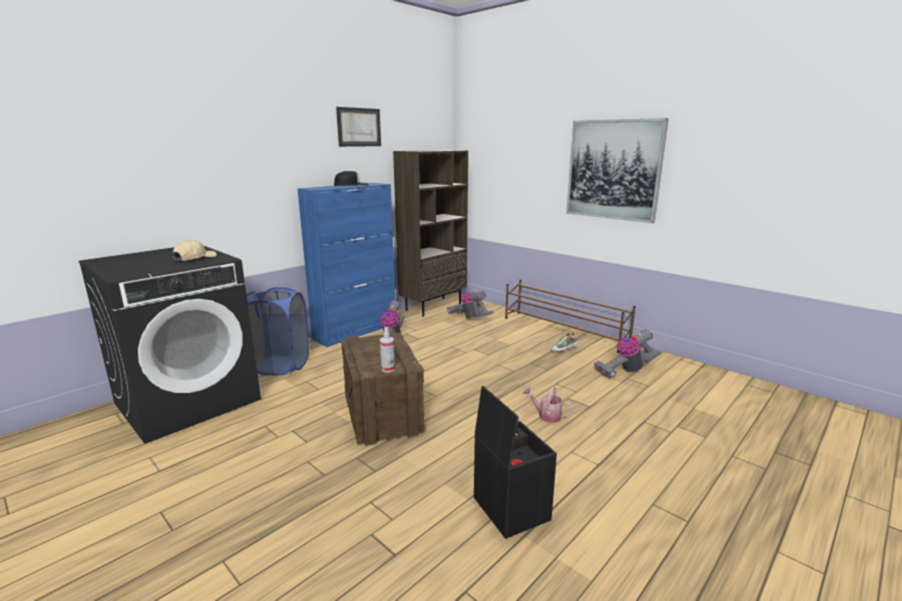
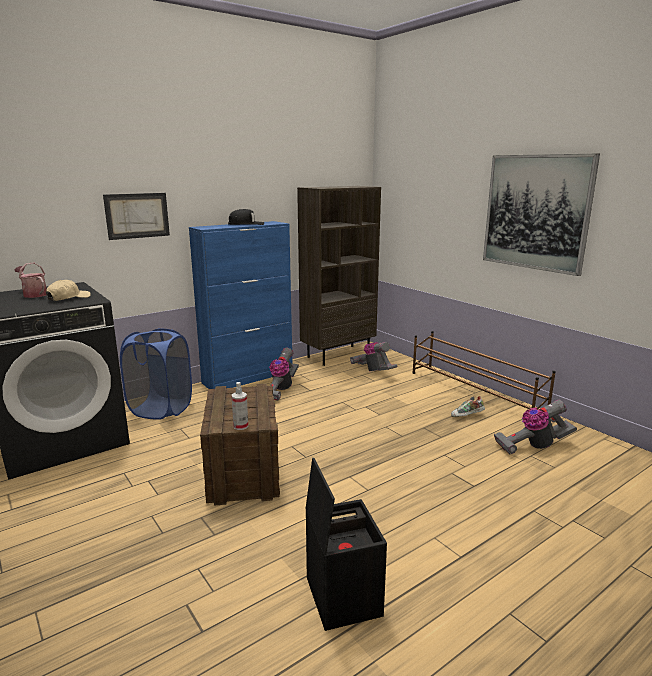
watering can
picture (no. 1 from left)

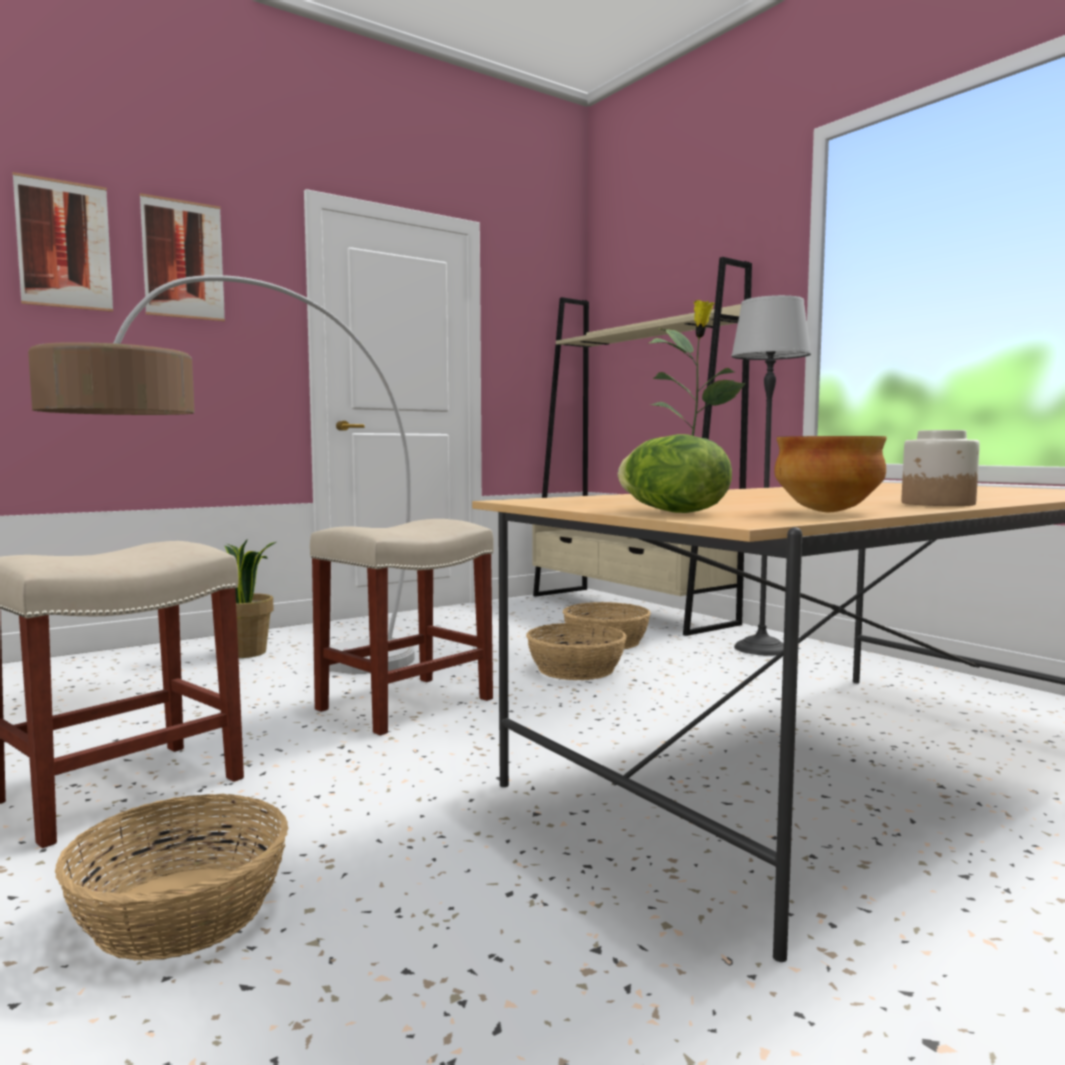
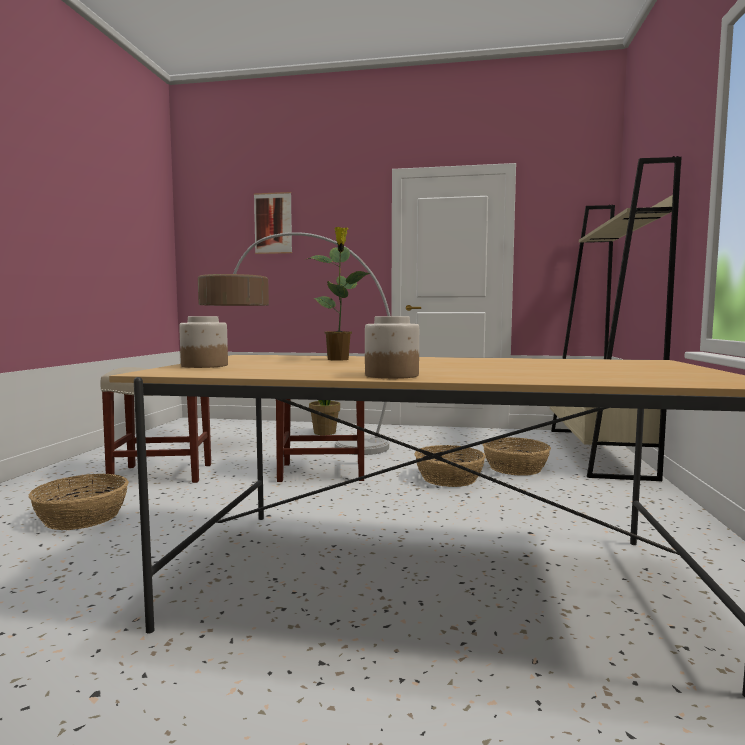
jar (no. 1 from left)
picture (no. 2 from left in the first image)
floor lamp (no. 2 from left in the first image)
bowl

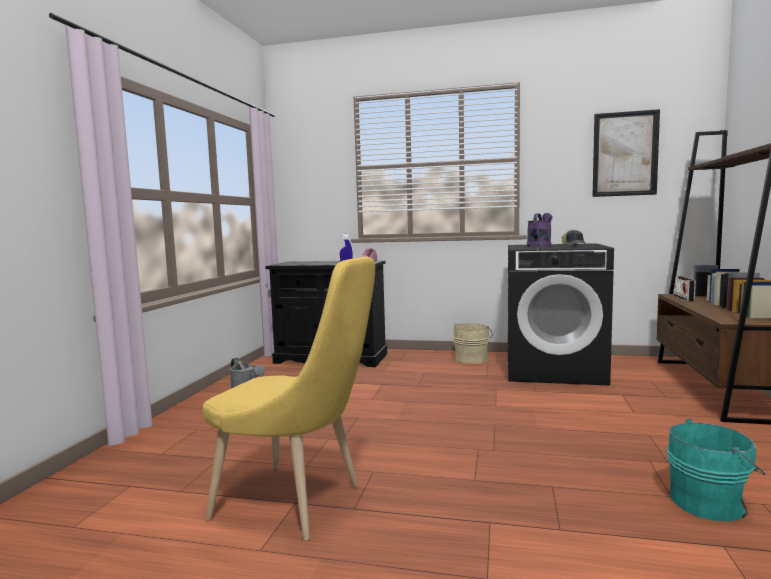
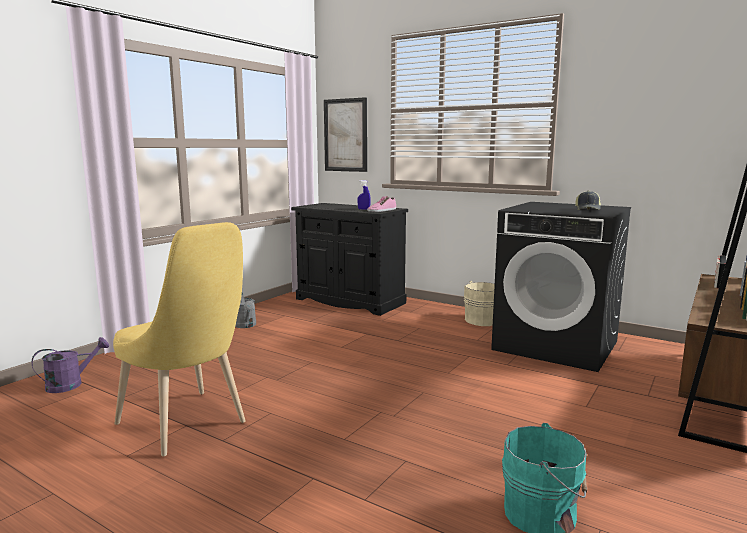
purple watering can
picture

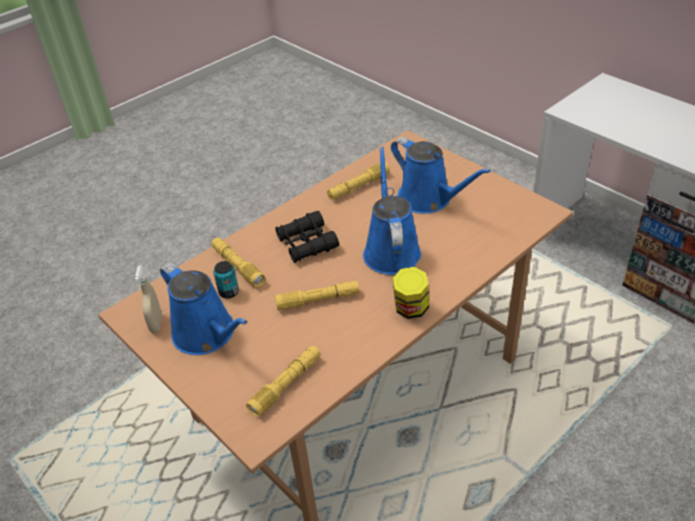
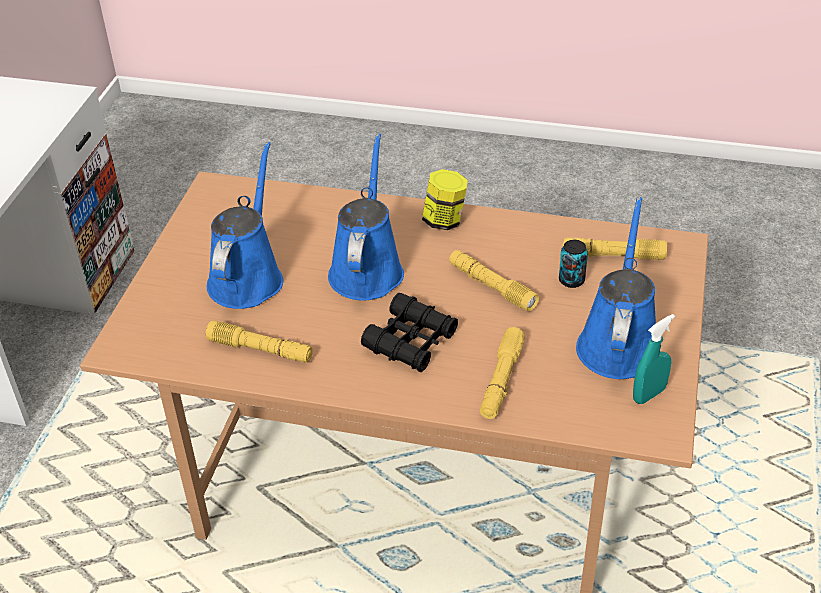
blue watering can (no. 2 from left)
can
turquoise spray bottle

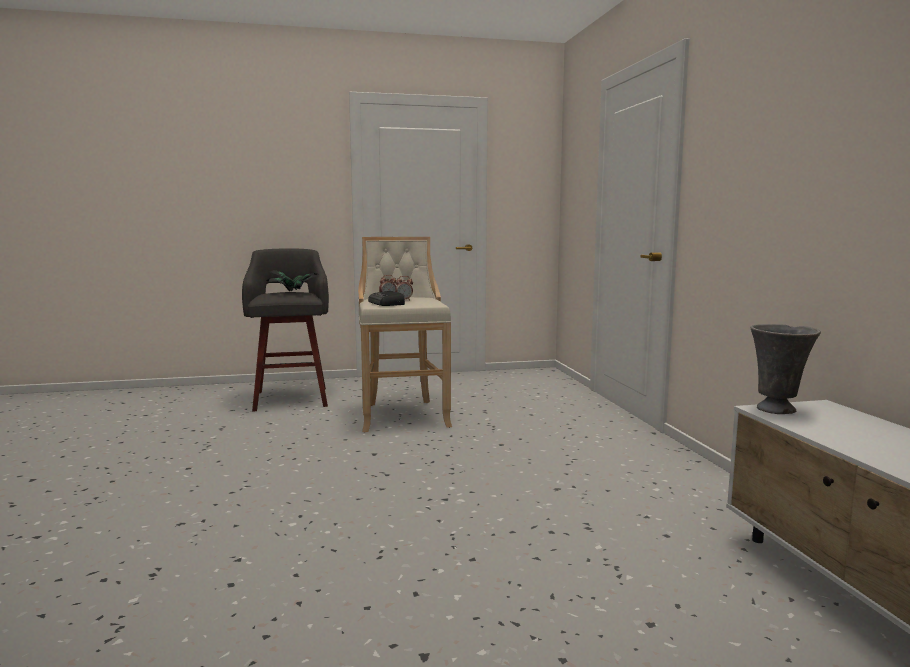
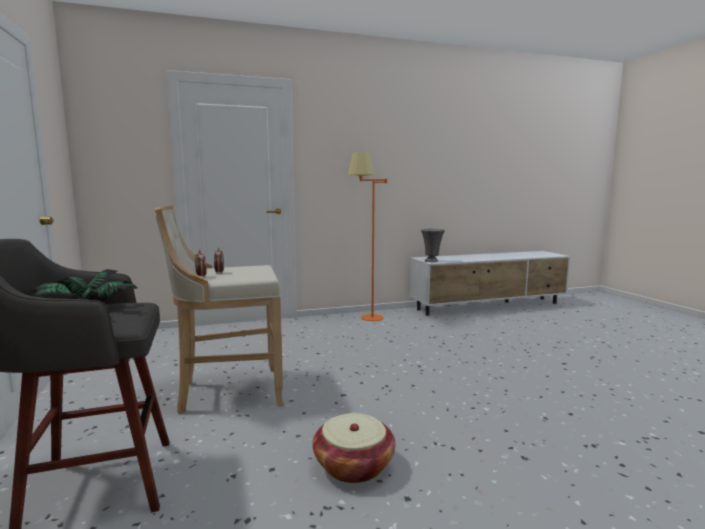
basket
orange floor lamp
radio

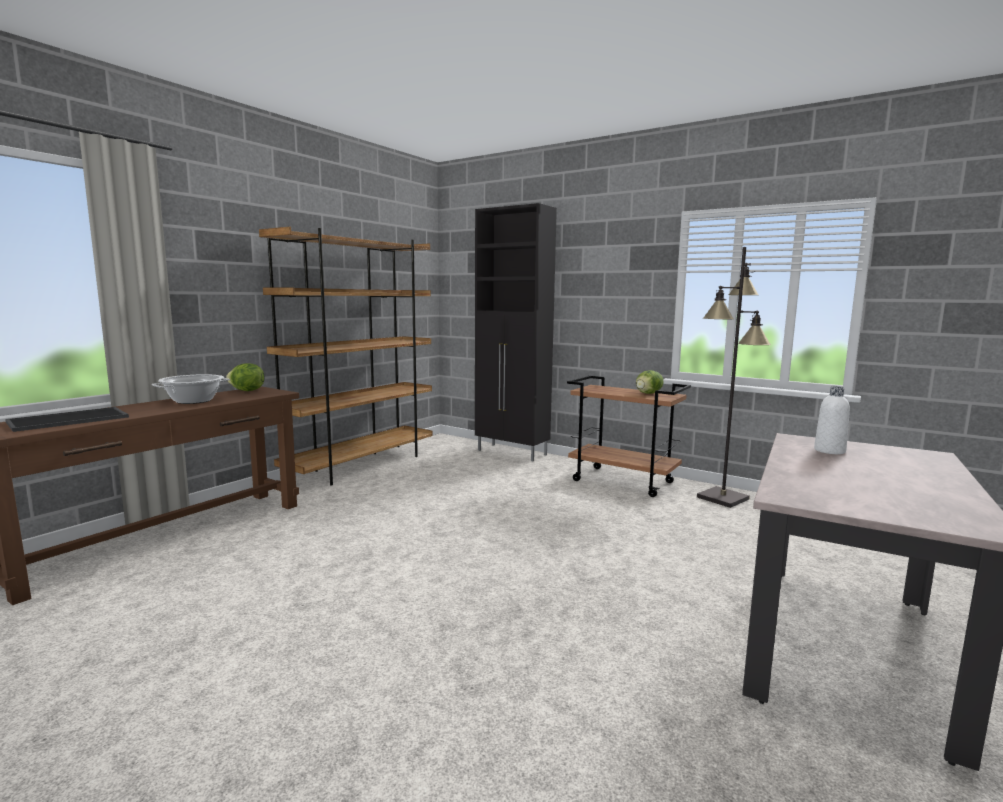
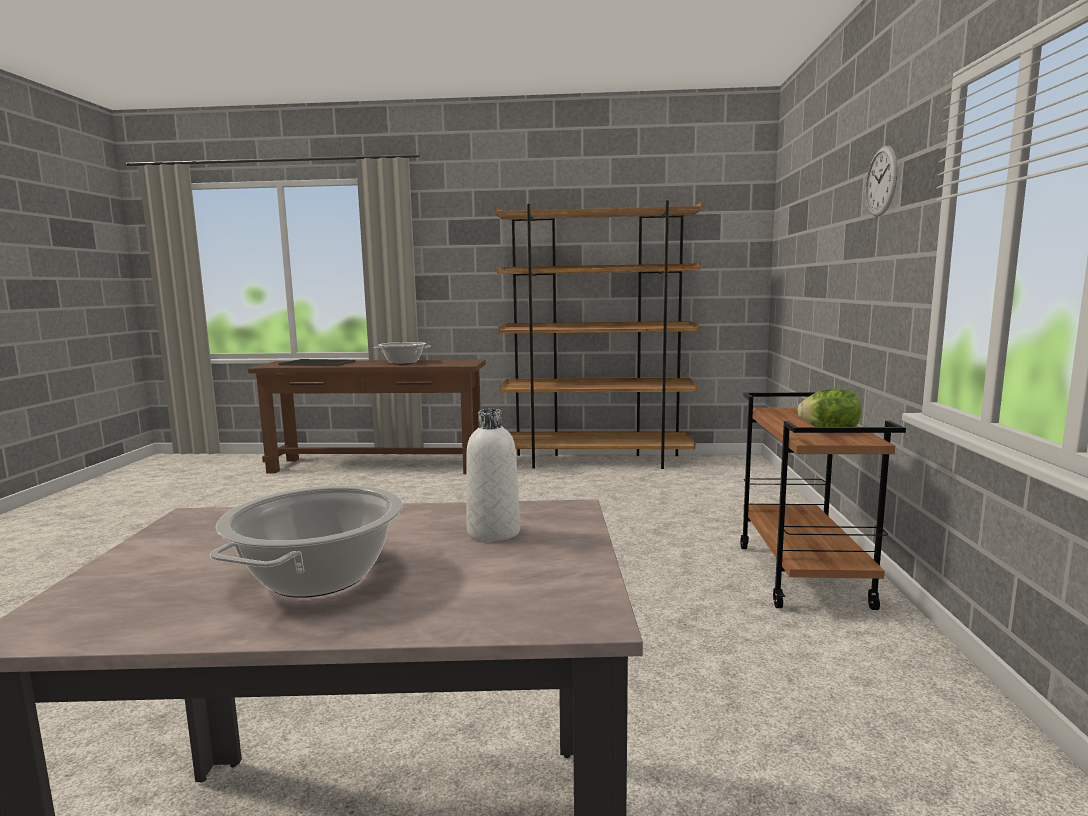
cooking pot (no. 1 from left)
wall clock
lettuce (no. 1 from left in the first image)
black cabinet
black floor lamp

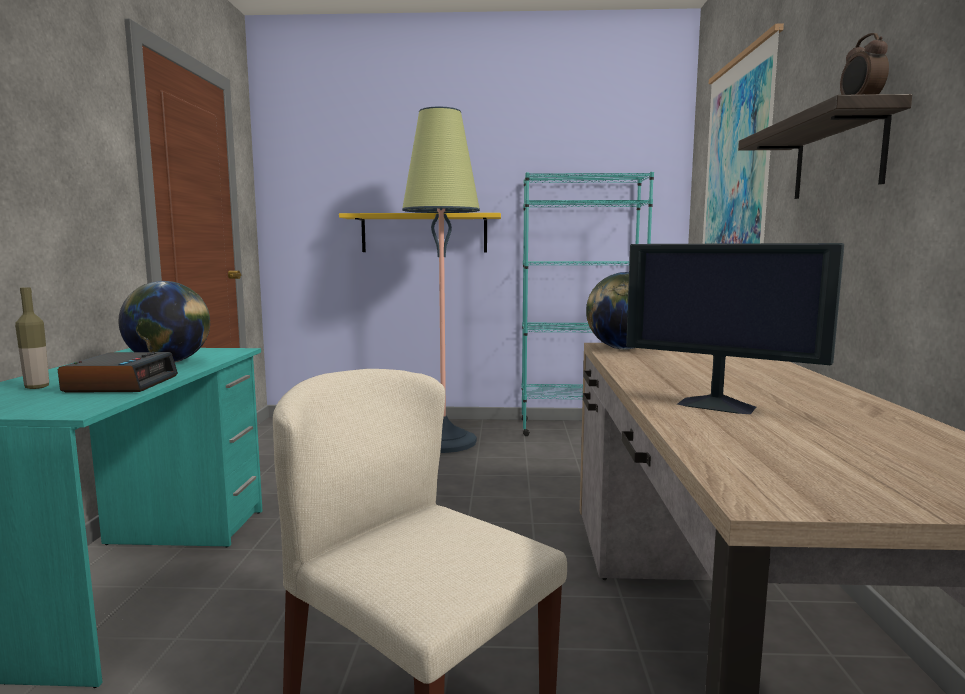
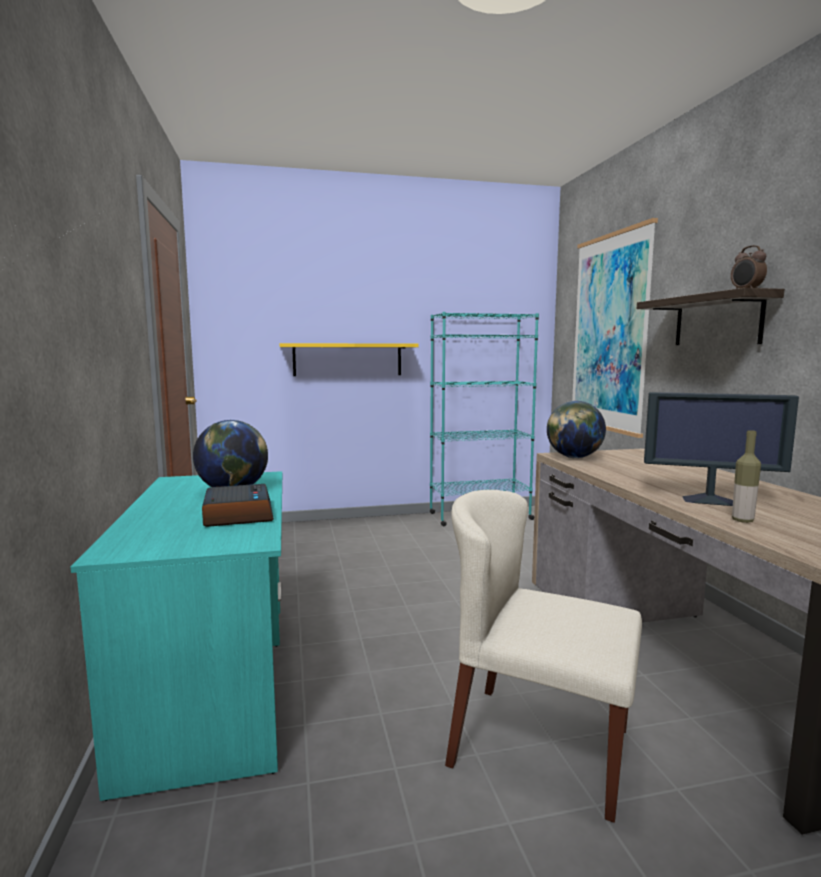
bottle
floor lamp

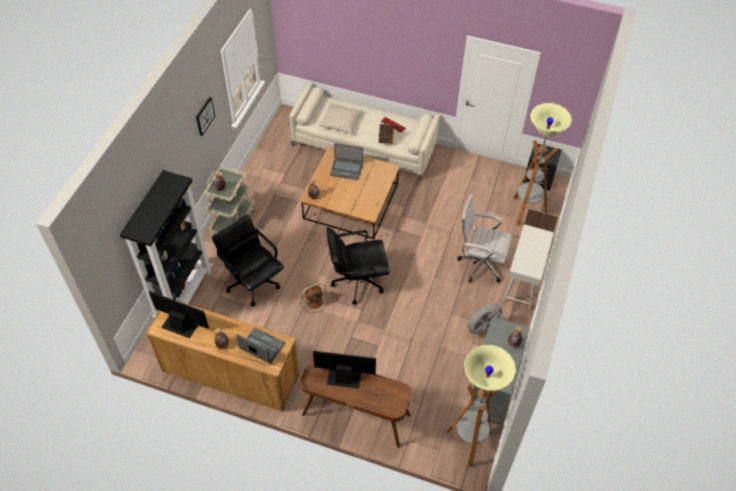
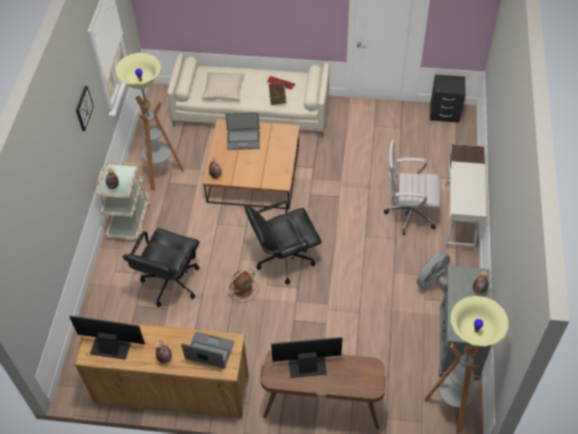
floor lamp (no. 1 from left)
black office chair (no. 1 from left)
black bookcase

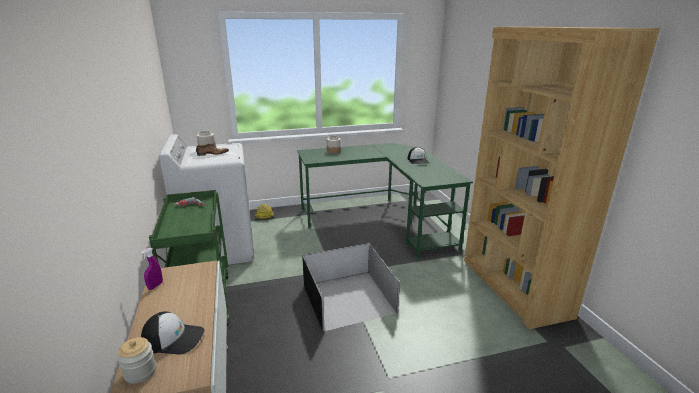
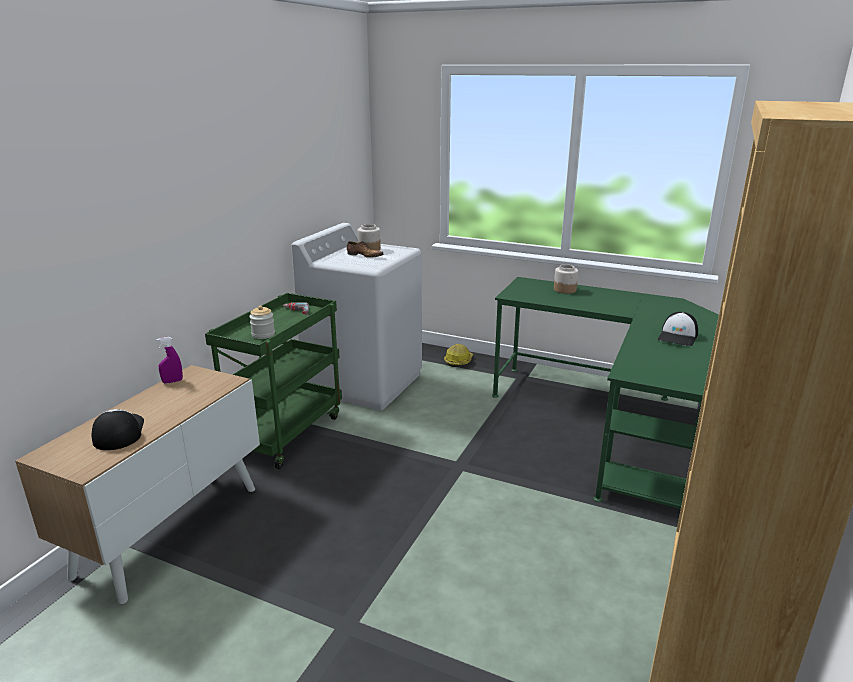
cap (no. 1 from left)
jar (no. 1 from left)
black storage box

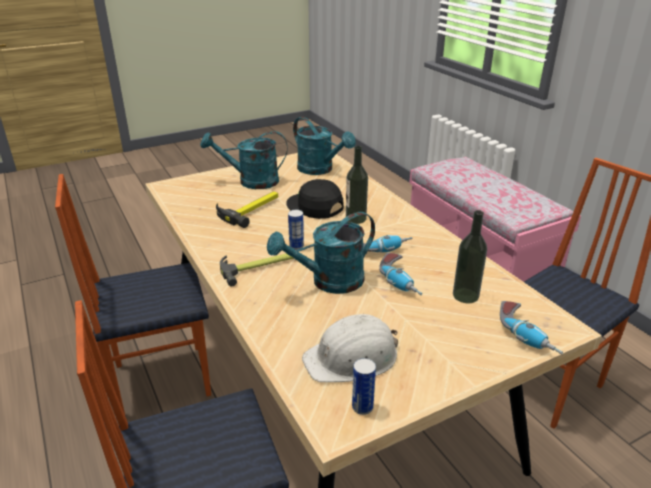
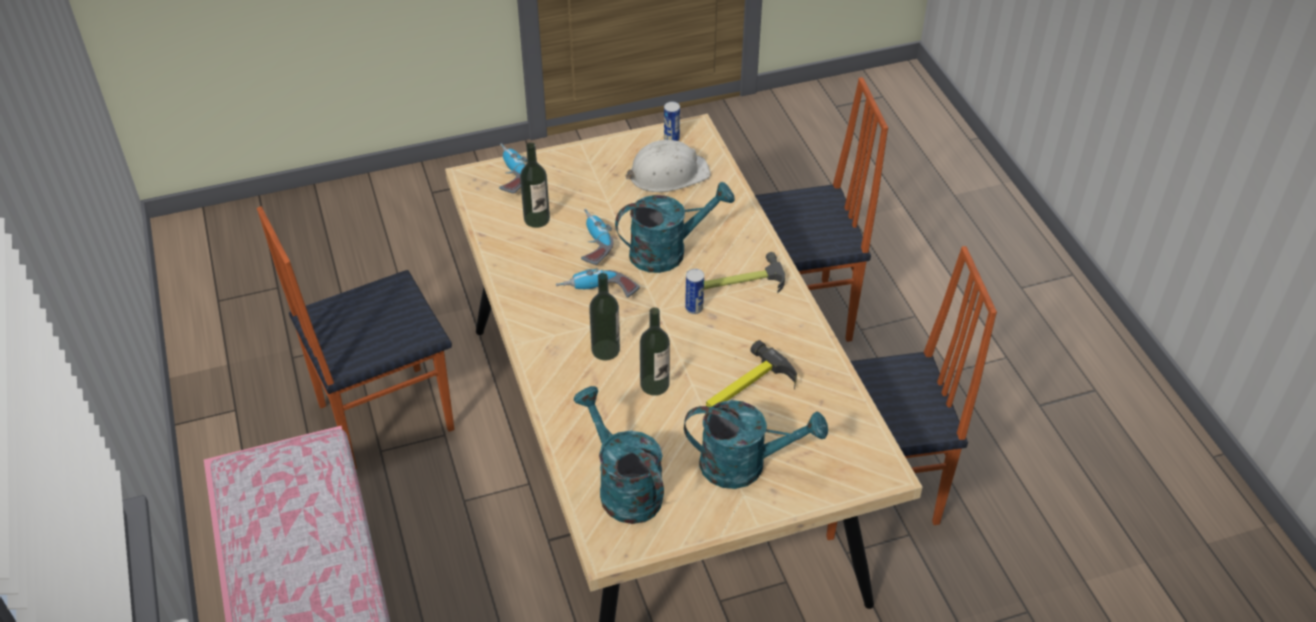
bottle (no. 3 from left)

